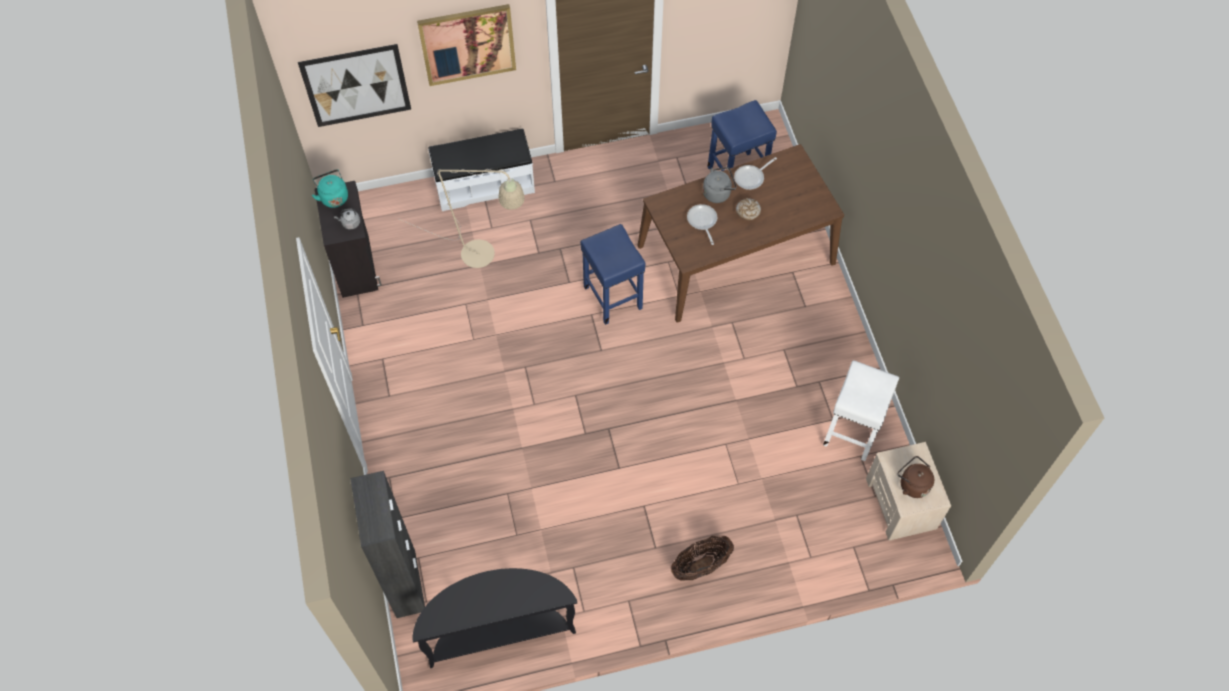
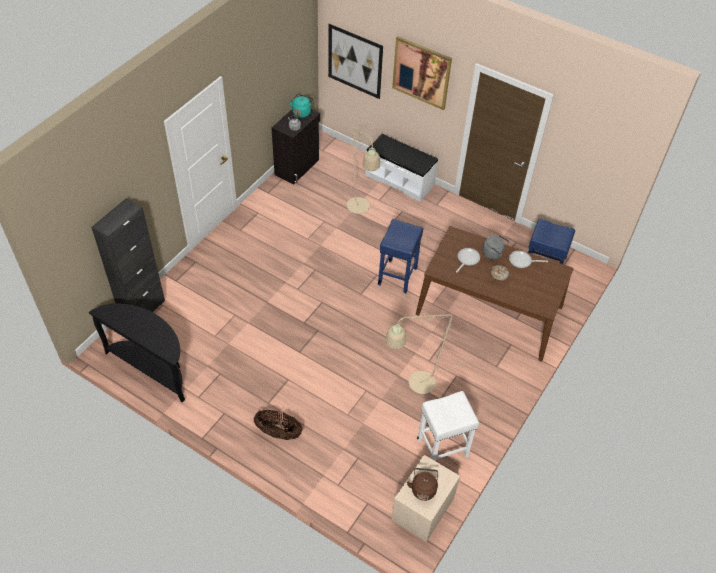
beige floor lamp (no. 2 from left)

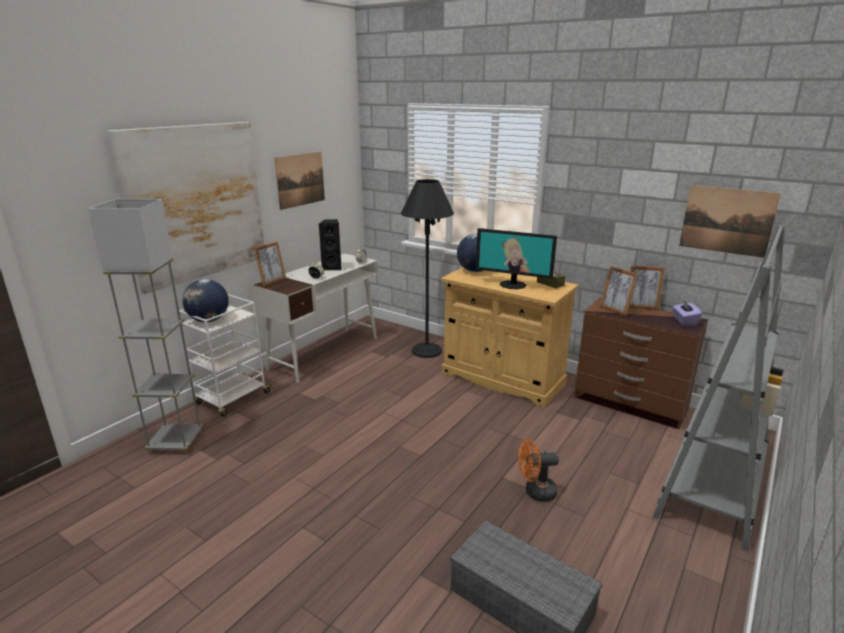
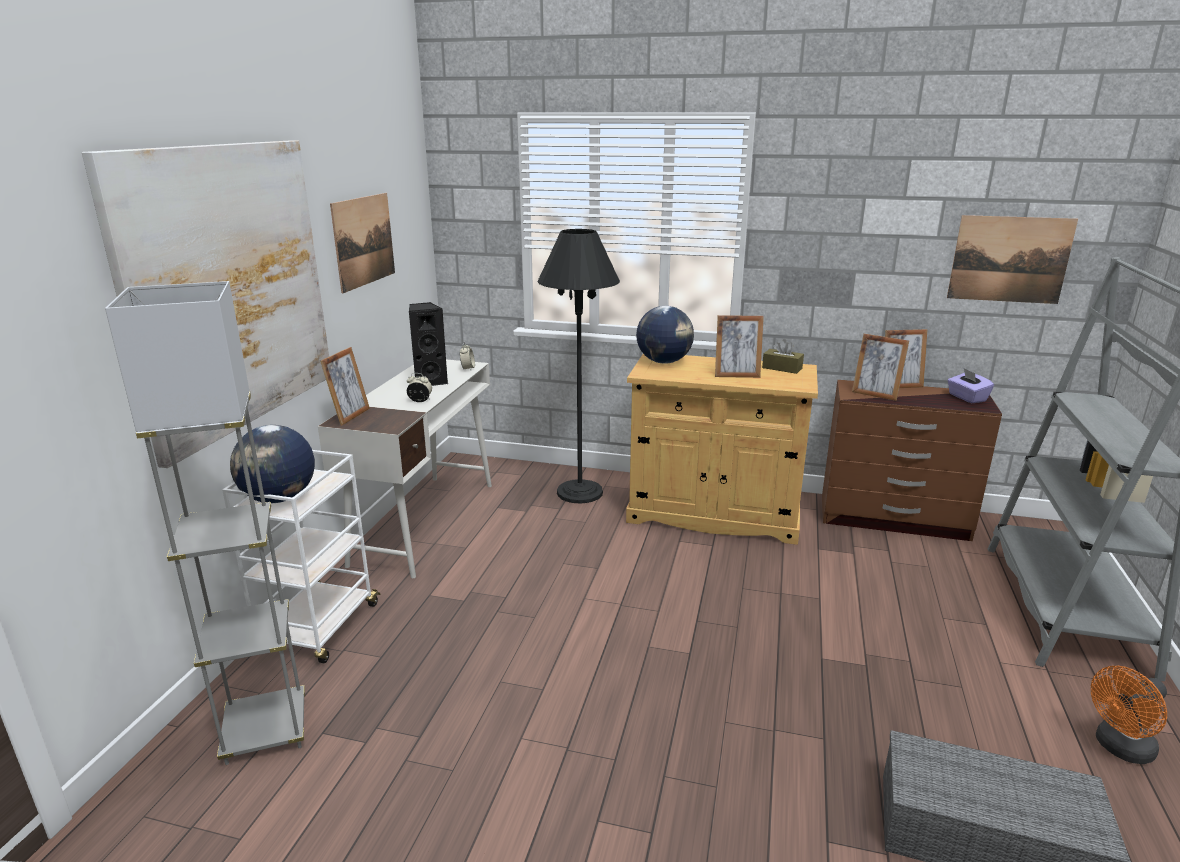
picture frame (no. 2 from left)
orange fan

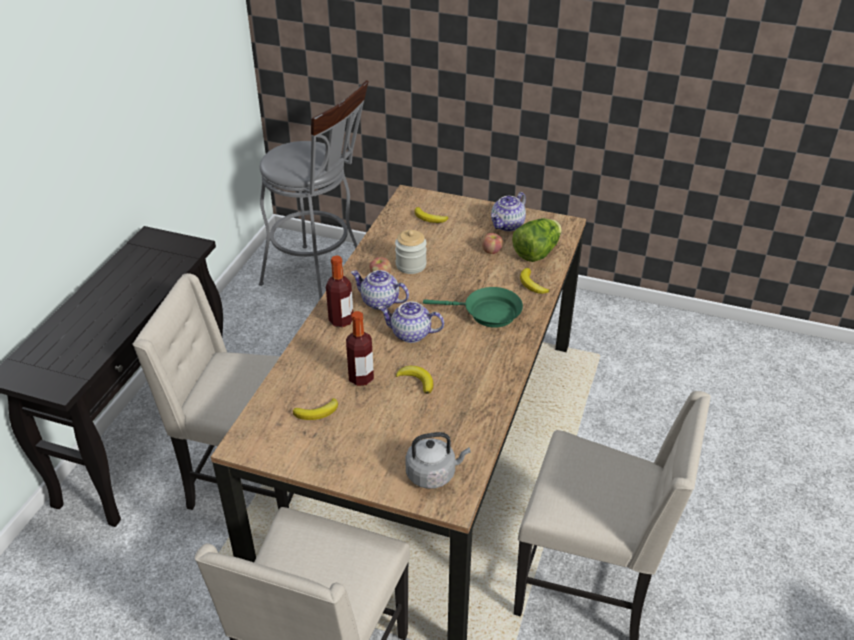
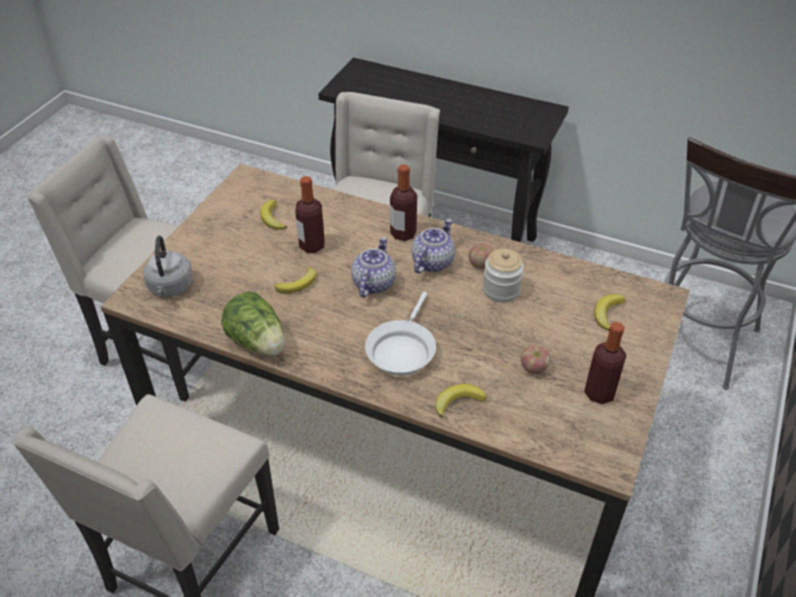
lettuce
white frying pan
bottle (no. 3 from left)

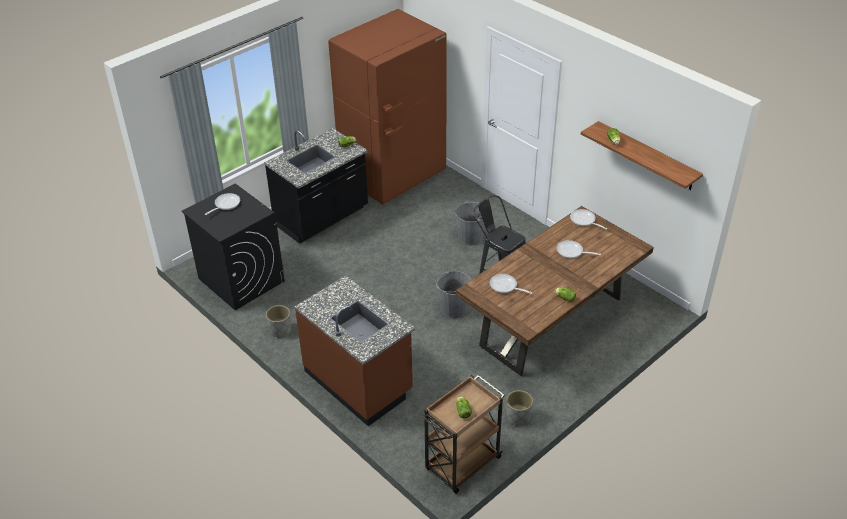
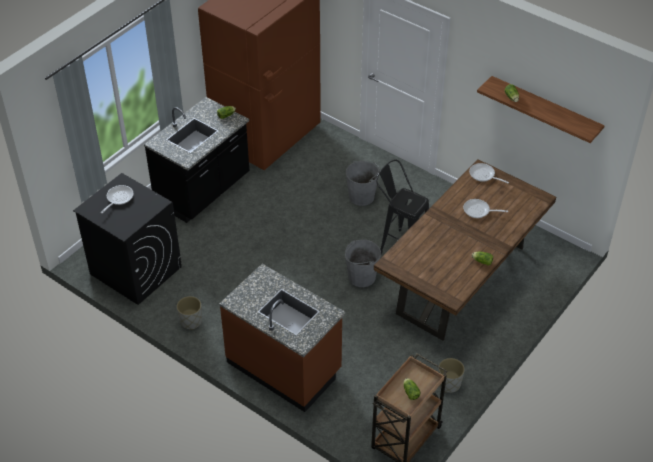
frying pan (no. 2 from left in the first image)

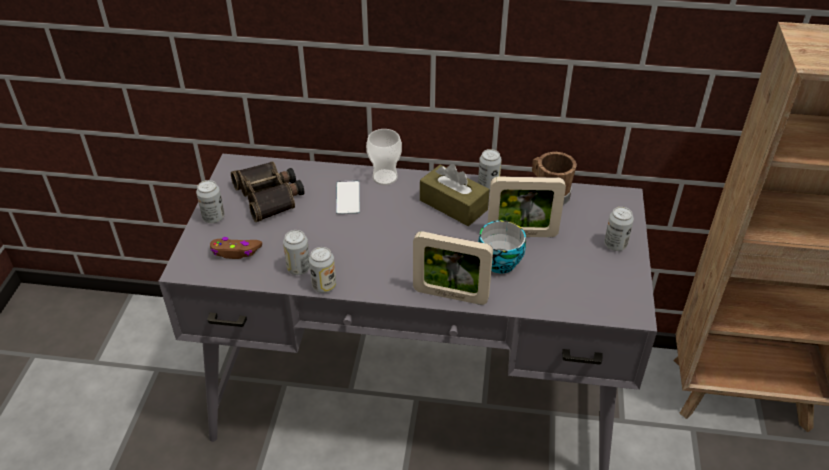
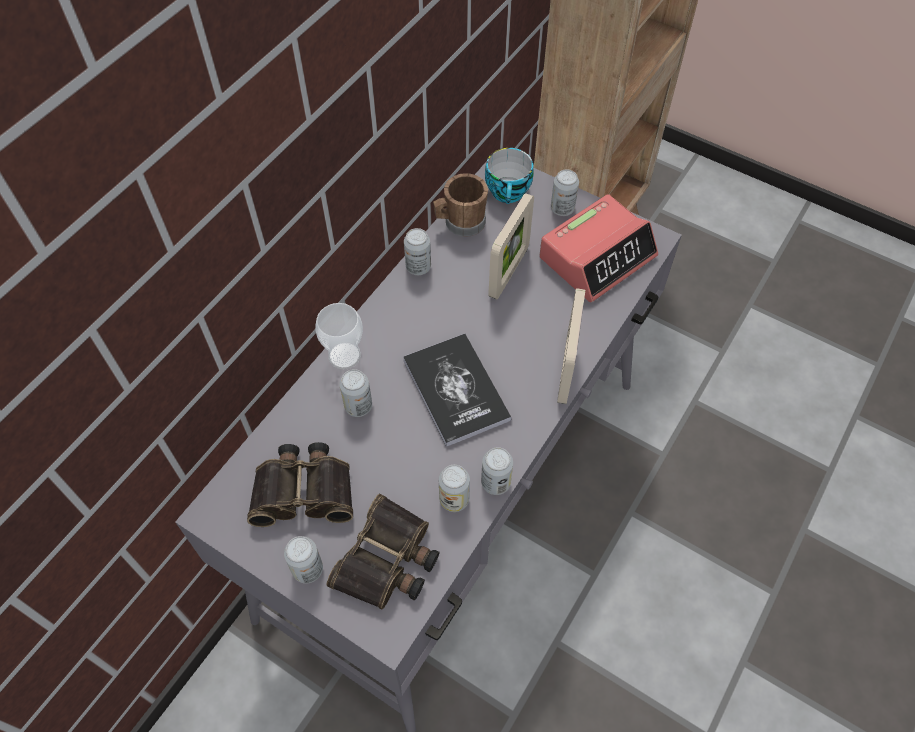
binoculars (no. 2 from left)
can (no. 2 from left)
book
cup (no. 2 from left)
alarm clock
picture frame (no. 2 from left)
brown tissue box

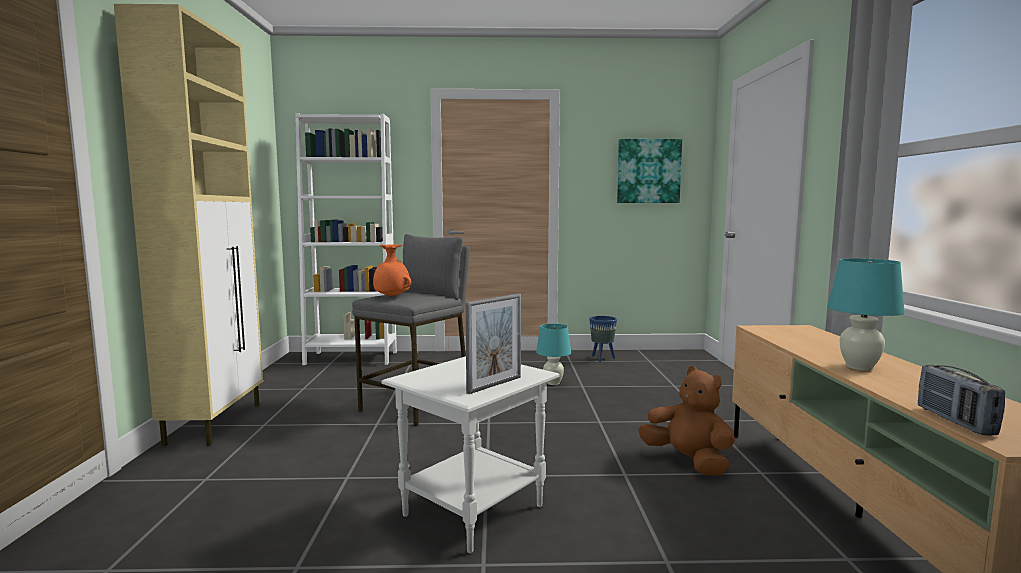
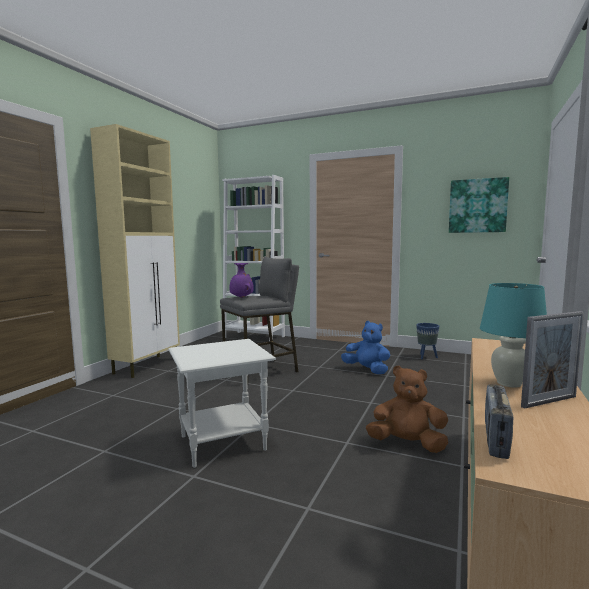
purple vase
blue plush toy
brown plush toy
picture frame

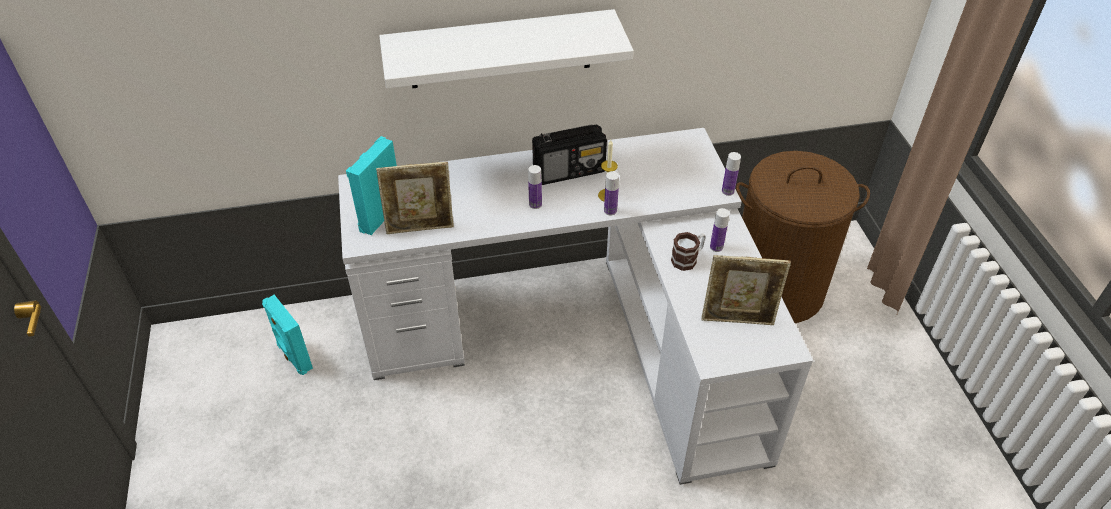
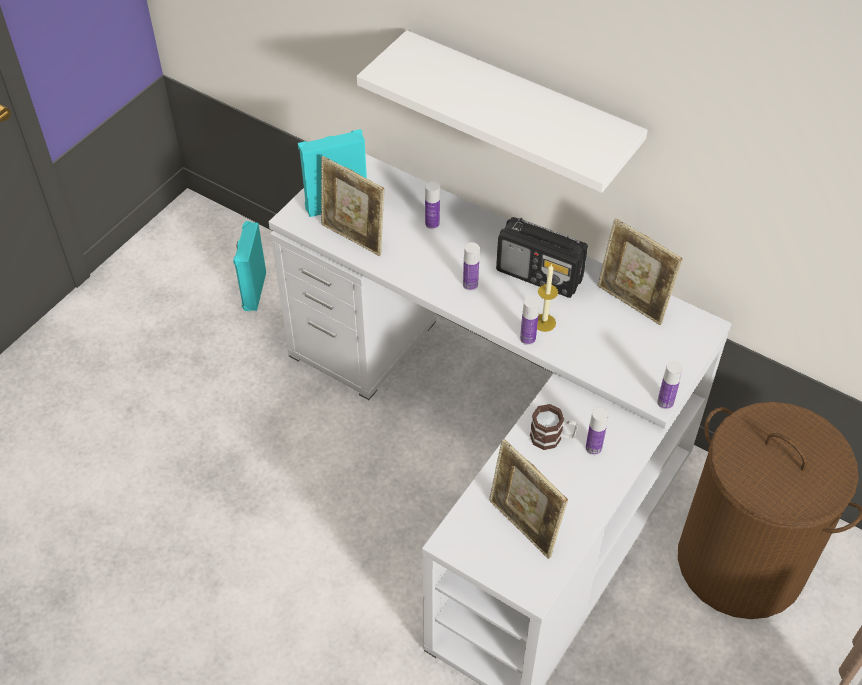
bottle (no. 1 from left)
picture frame (no. 3 from left)

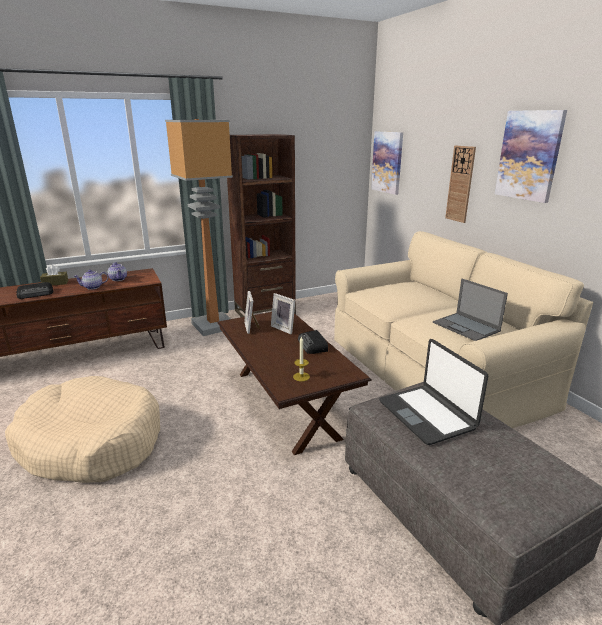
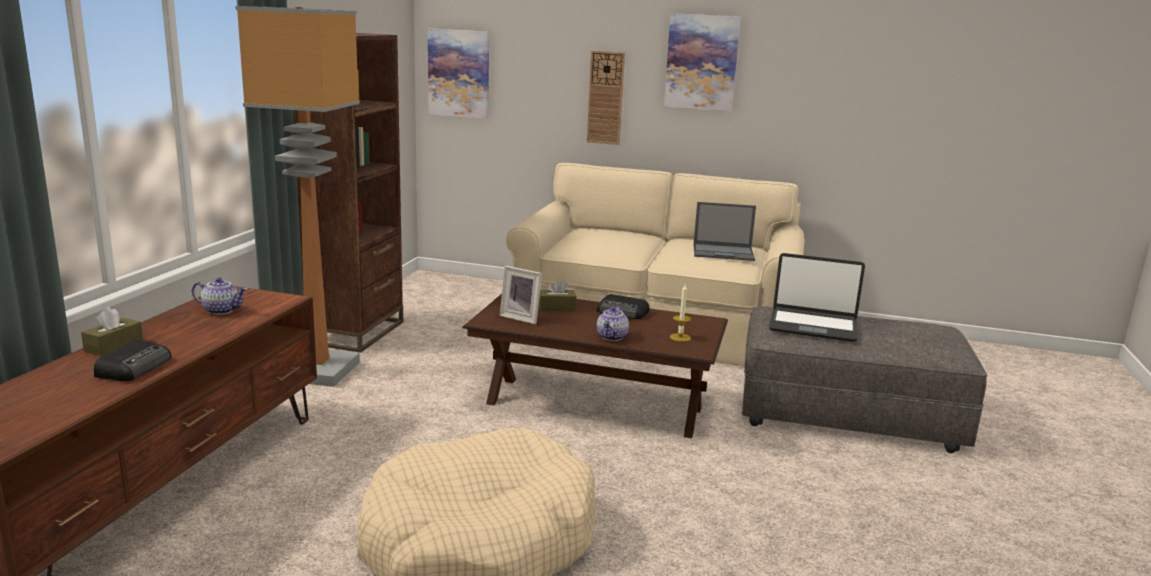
brown tissue box (no. 2 from left)
teapot (no. 2 from left)

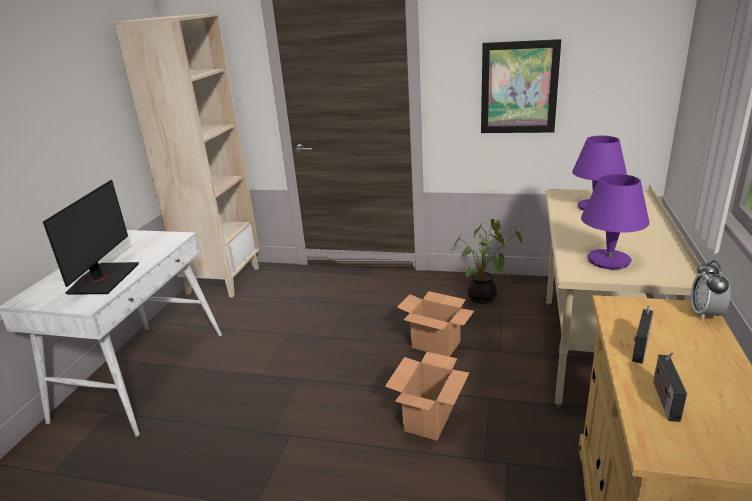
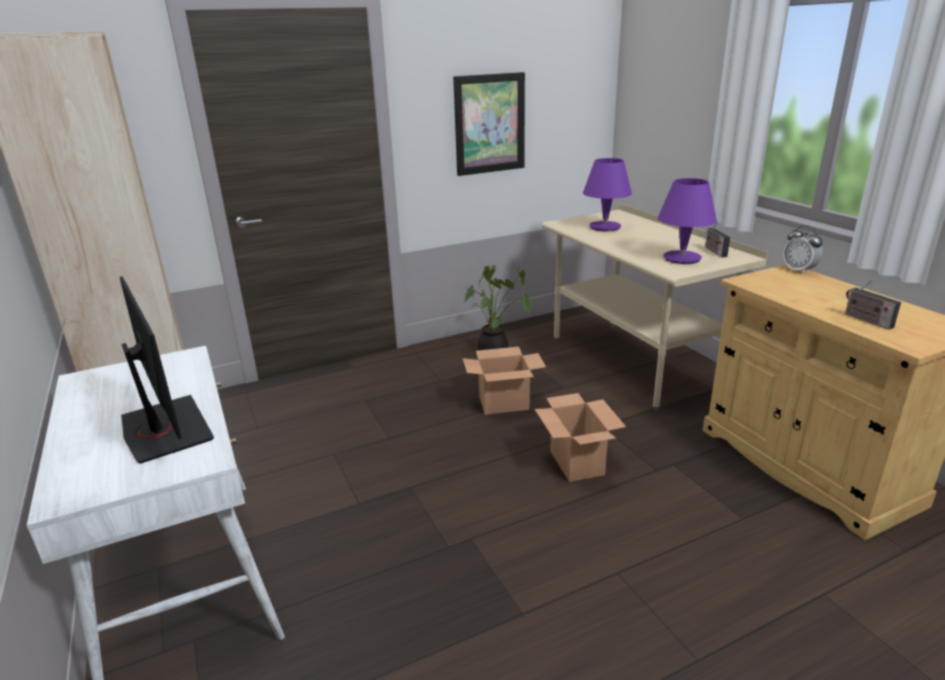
radio (no. 1 from left)

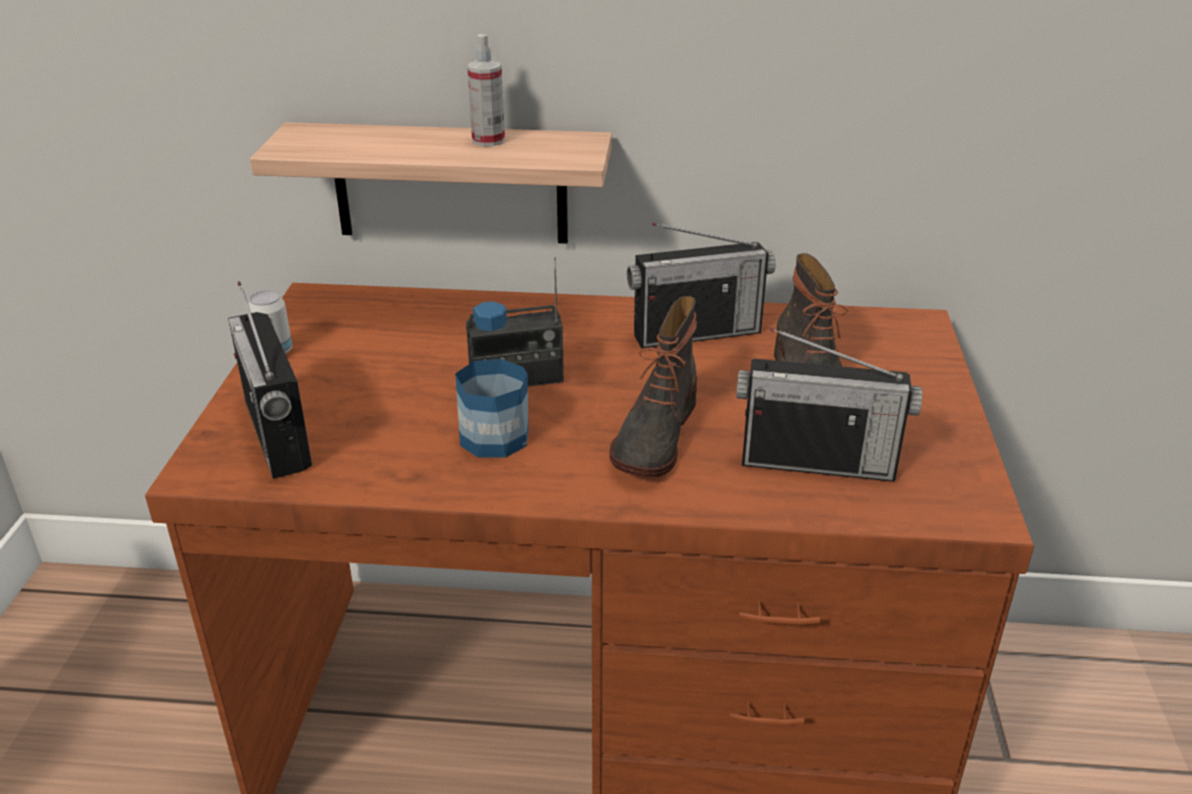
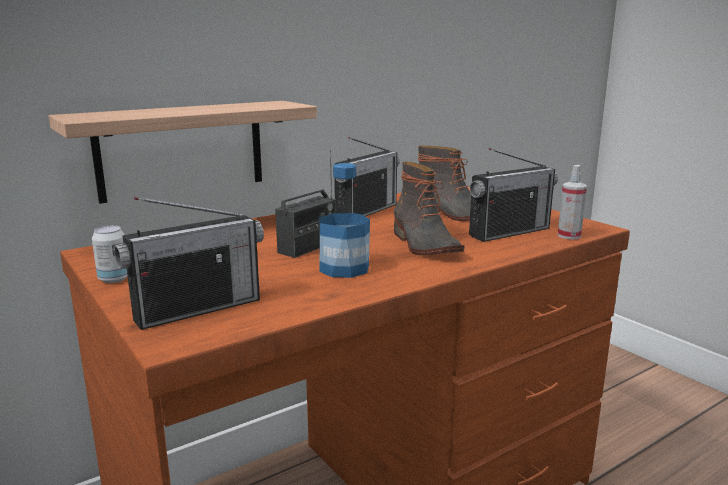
radio (no. 1 from left)
spray bottle

